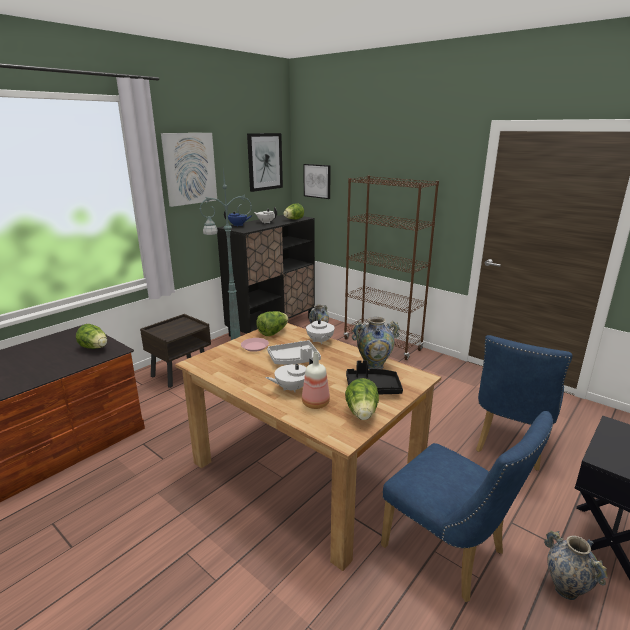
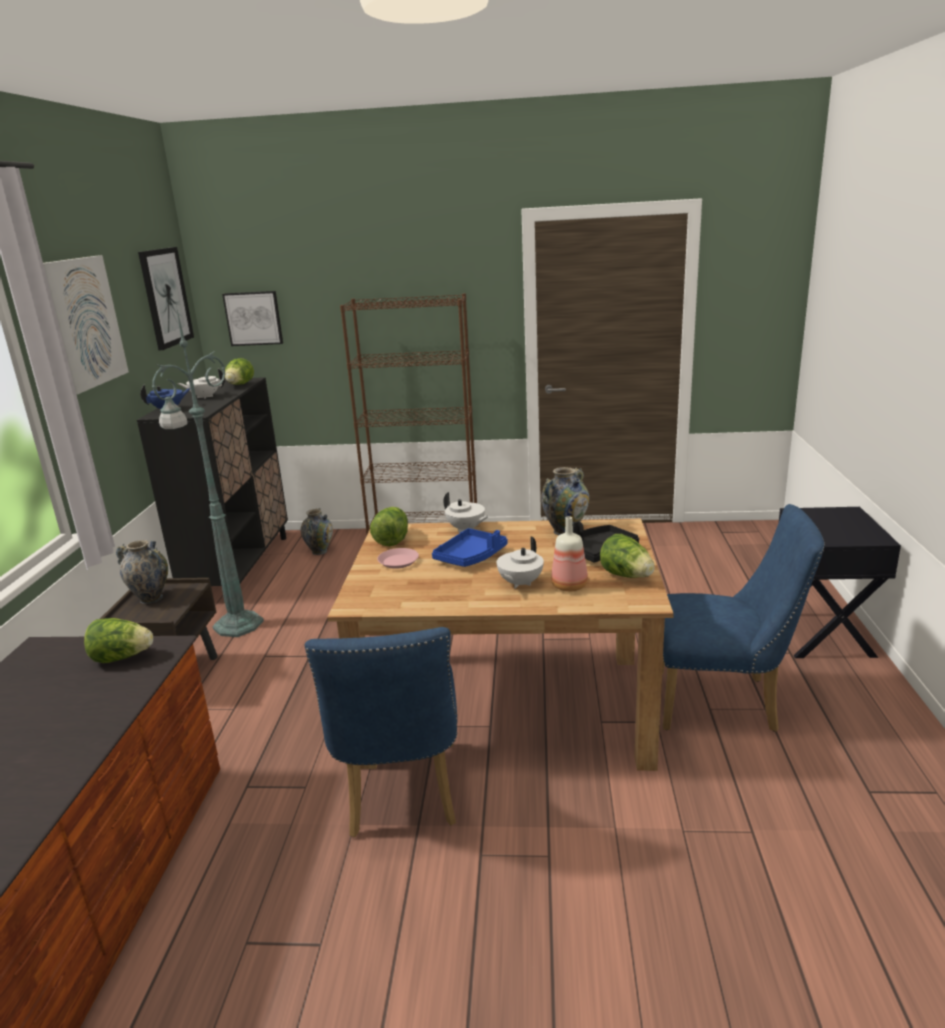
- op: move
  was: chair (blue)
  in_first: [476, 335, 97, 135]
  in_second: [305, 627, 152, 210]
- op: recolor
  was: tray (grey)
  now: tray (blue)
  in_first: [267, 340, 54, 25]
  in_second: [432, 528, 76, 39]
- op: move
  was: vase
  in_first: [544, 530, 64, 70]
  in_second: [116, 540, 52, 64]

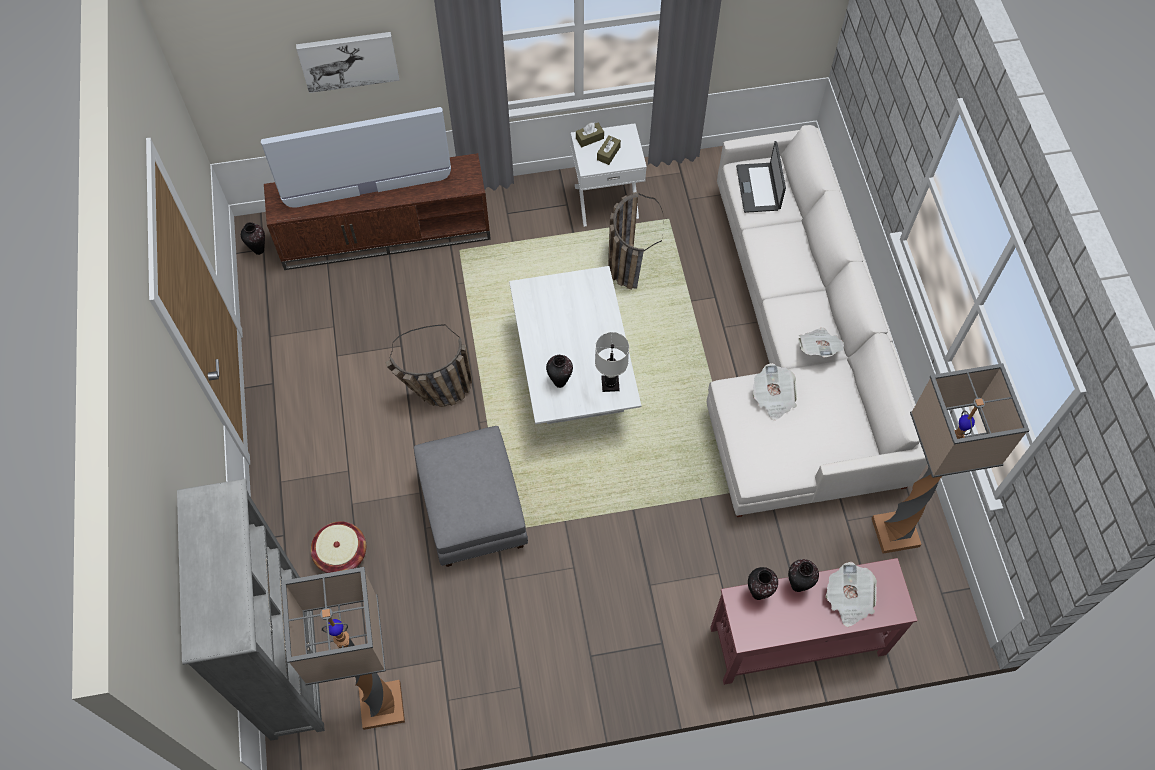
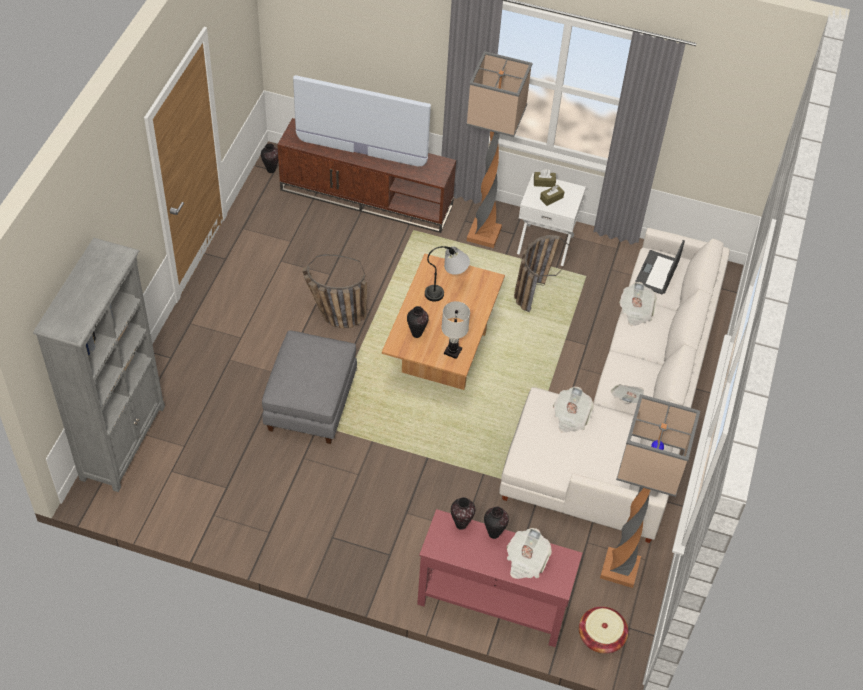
- op: delete
  was: picture
  in_first: [296, 32, 104, 61]
- op: recolor
  was: coffee table (white)
  now: coffee table (brown)
  in_first: [509, 266, 132, 158]
  in_second: [382, 254, 123, 136]
- op: move
  was: basket
  in_first: [311, 521, 55, 52]
  in_second: [579, 606, 49, 48]
- op: move
  was: floor lamp
  in_first: [281, 567, 124, 163]
  in_second: [466, 51, 66, 197]
- op: insert
  now: table lamp
  in_second: [425, 246, 45, 56]
- op: insert
  now: newspaper
  in_second: [619, 282, 38, 44]

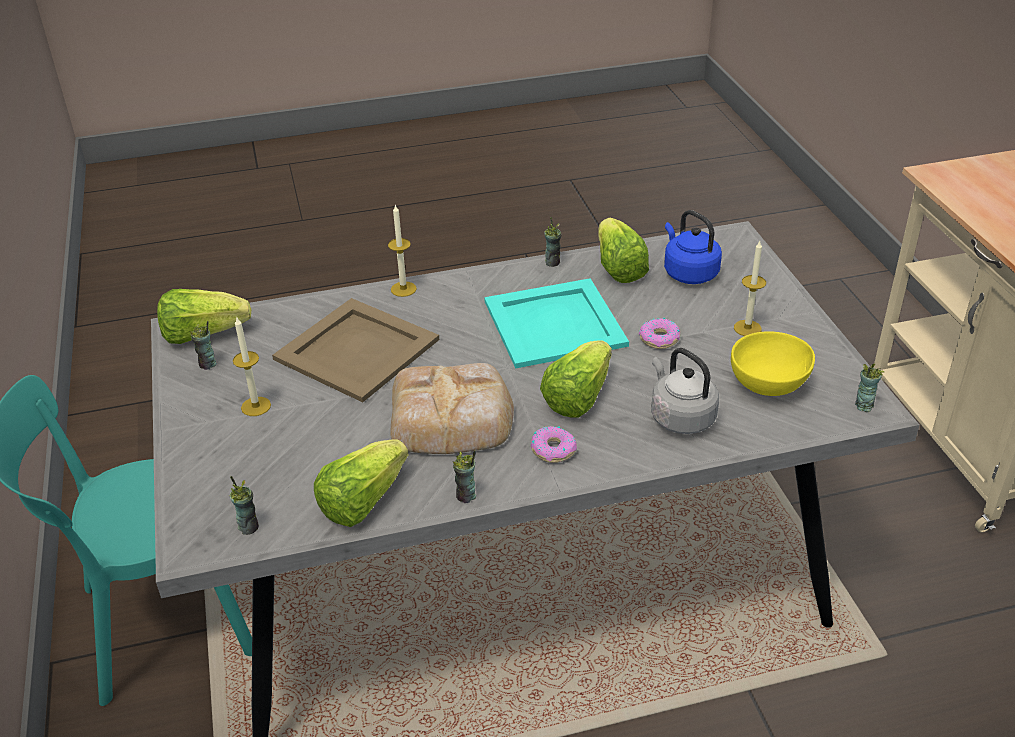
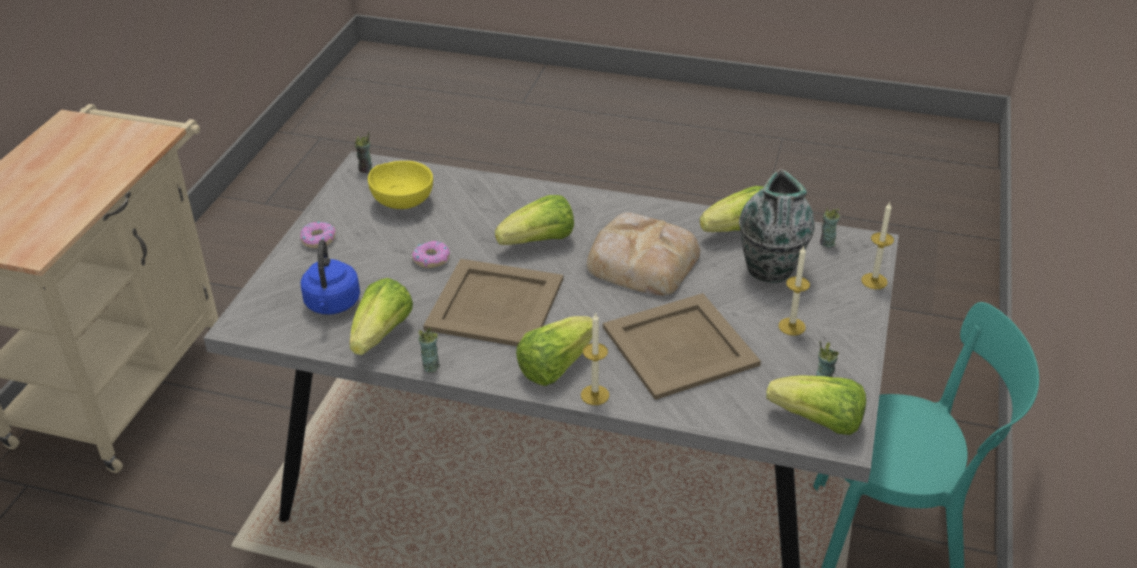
- op: move
  was: candle
  in_first: [734, 241, 32, 95]
  in_second: [861, 202, 33, 87]
- op: recolor
  was: tray (turquoise)
  now: tray (beige)
  in_first: [484, 278, 145, 91]
  in_second: [423, 259, 140, 87]
- op: delete
  was: kettle (grey)
  in_first: [651, 348, 68, 86]
- op: move
  was: donut
  in_first: [531, 426, 46, 37]
  in_second: [300, 221, 36, 27]
- op: delete
  was: cup
  in_first: [453, 450, 23, 53]
- op: insert
  now: vase
  in_second: [739, 169, 76, 114]
- op: insert
  now: lettuce
  in_second: [516, 316, 76, 70]

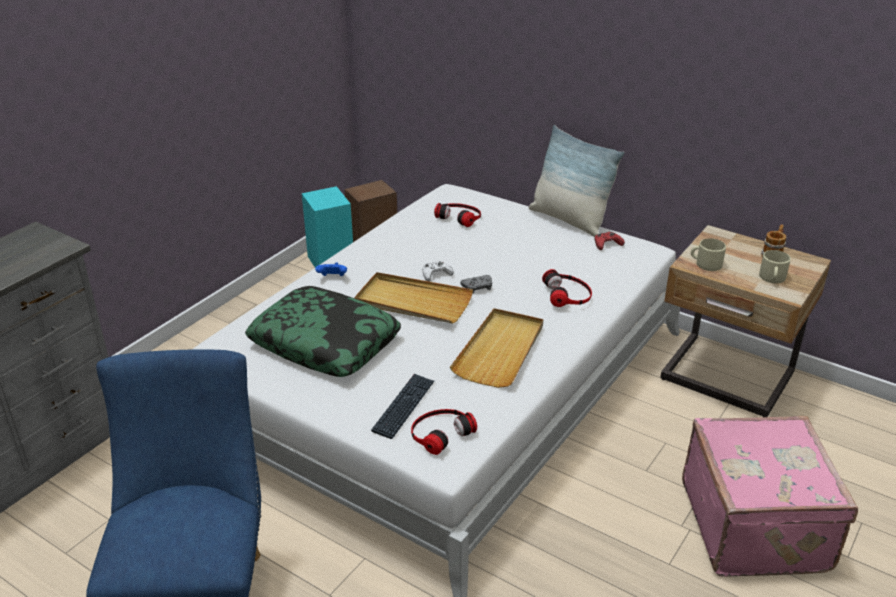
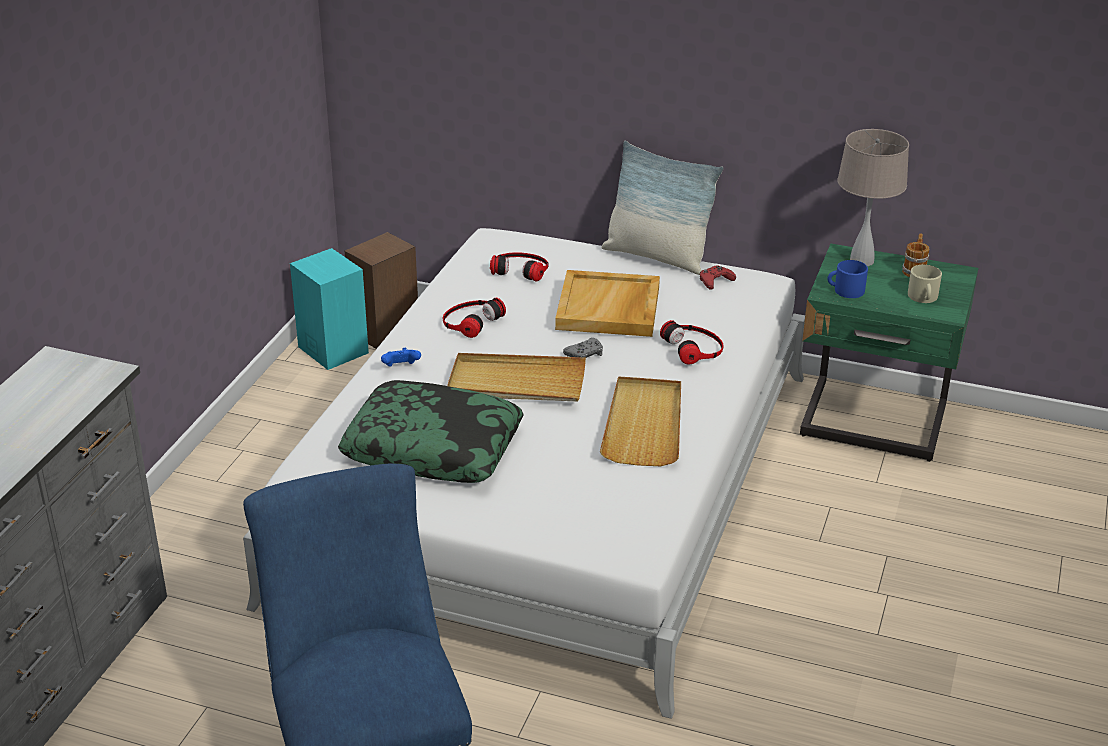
- op: recolor
  was: nightstand (beige)
  now: nightstand (green)
  in_first: [660, 225, 171, 192]
  in_second: [800, 243, 178, 219]
- op: recolor
  was: mug (beige)
  now: mug (blue)
  in_first: [691, 238, 35, 33]
  in_second: [827, 260, 41, 38]
- op: delete
  was: game controller (white)
  in_first: [422, 261, 32, 21]
- op: delete
  was: keyboard
  in_first: [371, 374, 63, 65]
- op: move
  was: headphones
  in_first: [411, 409, 66, 46]
  in_second: [443, 298, 63, 40]
- op: delete
  was: suitcase (pink)
  in_first: [682, 416, 176, 161]
- op: insert
  now: table lamp (beige)
  in_second: [837, 129, 72, 137]
- op: insert
  now: tray (beige)
  in_second: [555, 270, 105, 67]

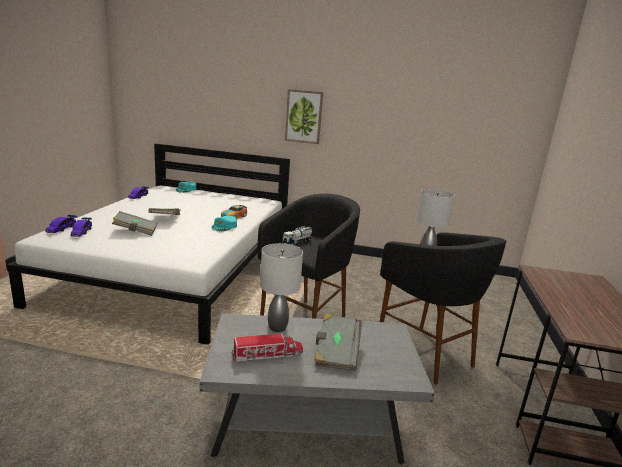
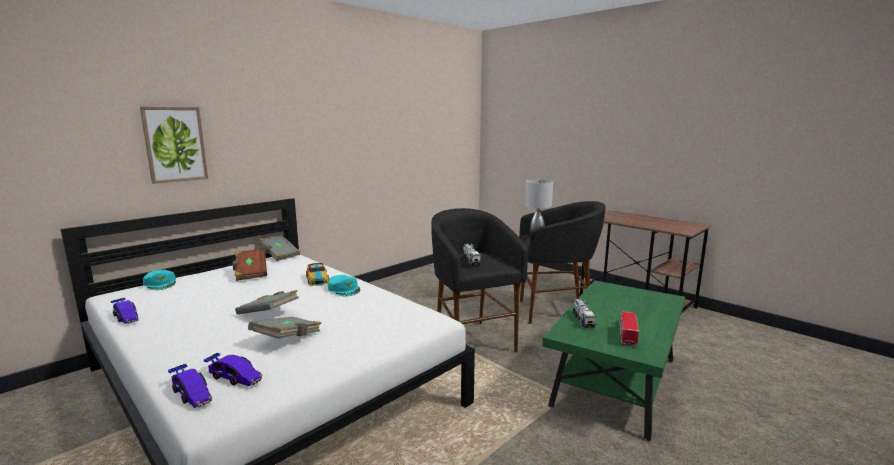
- op: move
  was: picture
  in_first: [285, 89, 38, 55]
  in_second: [140, 107, 68, 77]
- op: replace
  was: table lamp (grey)
  now: toy truck
  in_first: [260, 243, 43, 89]
  in_second: [573, 297, 23, 31]
- op: recolor
  was: coffee table (grey)
  now: coffee table (green)
  in_first: [200, 313, 235, 152]
  in_second: [542, 280, 143, 161]
- op: move
  was: book (grey)
  in_first: [314, 313, 48, 58]
  in_second: [259, 235, 41, 26]
- op: insert
  now: book (brown)
  in_second: [232, 249, 35, 32]

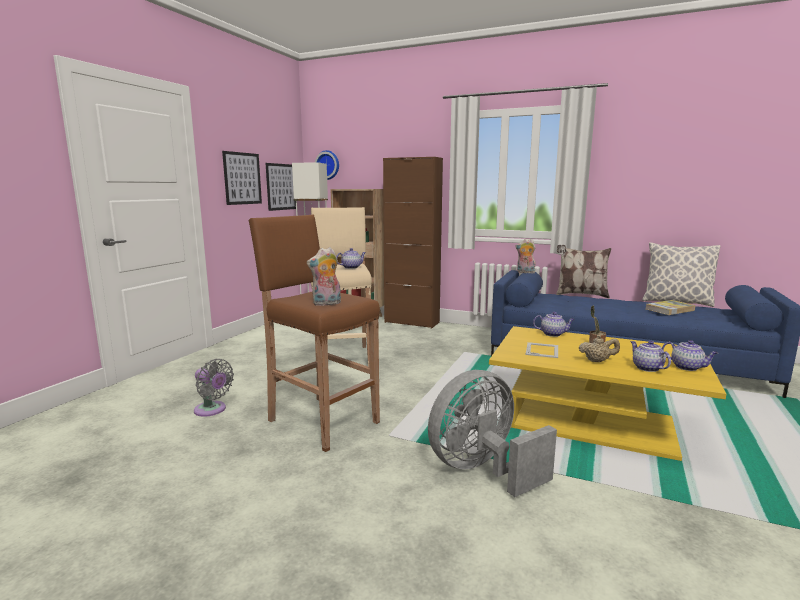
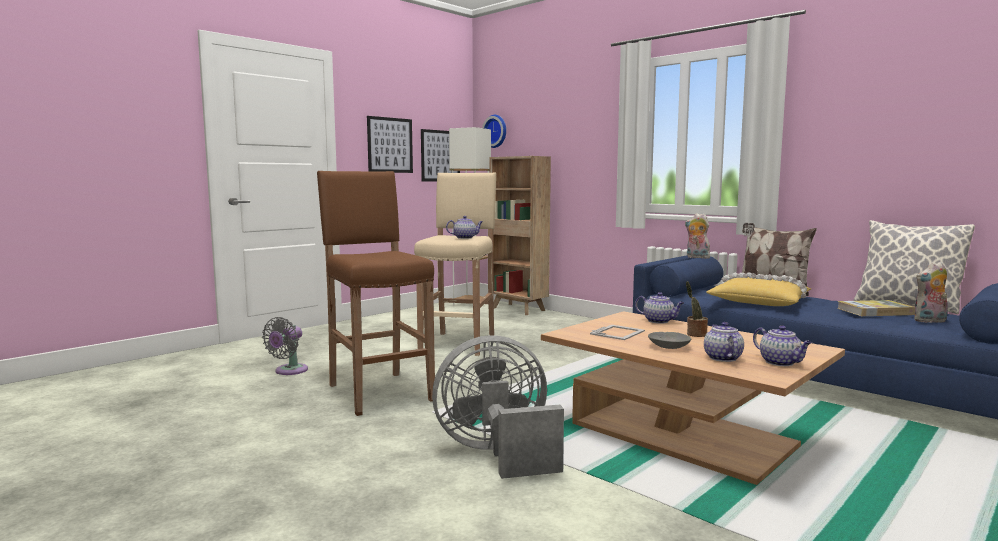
- op: delete
  was: cabinet (brown)
  in_first: [383, 157, 60, 171]
- op: move
  was: plush toy
  in_first: [307, 247, 34, 59]
  in_second: [914, 262, 34, 61]
- op: recolor
  was: coffee table (yellow)
  now: coffee table (brown)
  in_first: [489, 326, 237, 135]
  in_second: [541, 311, 304, 174]
- op: replace
  was: teapot (beige)
  now: bowl (grey)
  in_first: [579, 335, 41, 27]
  in_second: [648, 332, 43, 17]
- op: rotate
  was: fan (grey)
  in_first: [194, 359, 40, 58]
  in_second: [262, 317, 46, 58]
  clockwise: 60
- op: insert
  now: pillow (yellow)
  in_second: [706, 273, 105, 33]

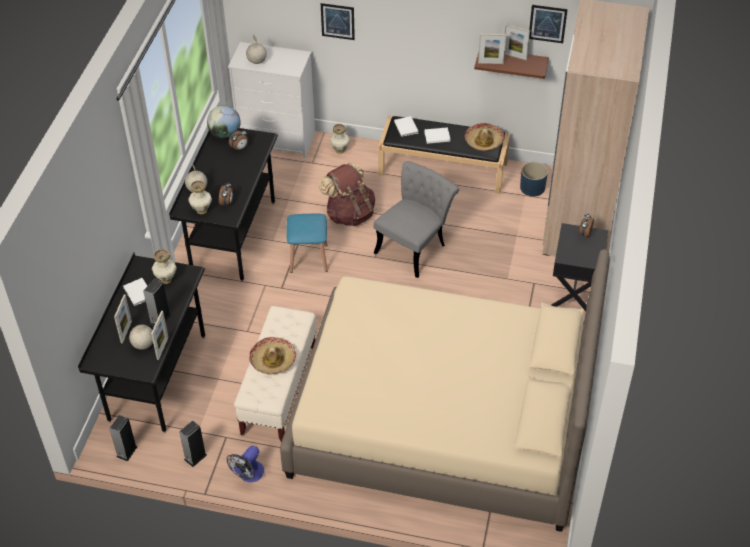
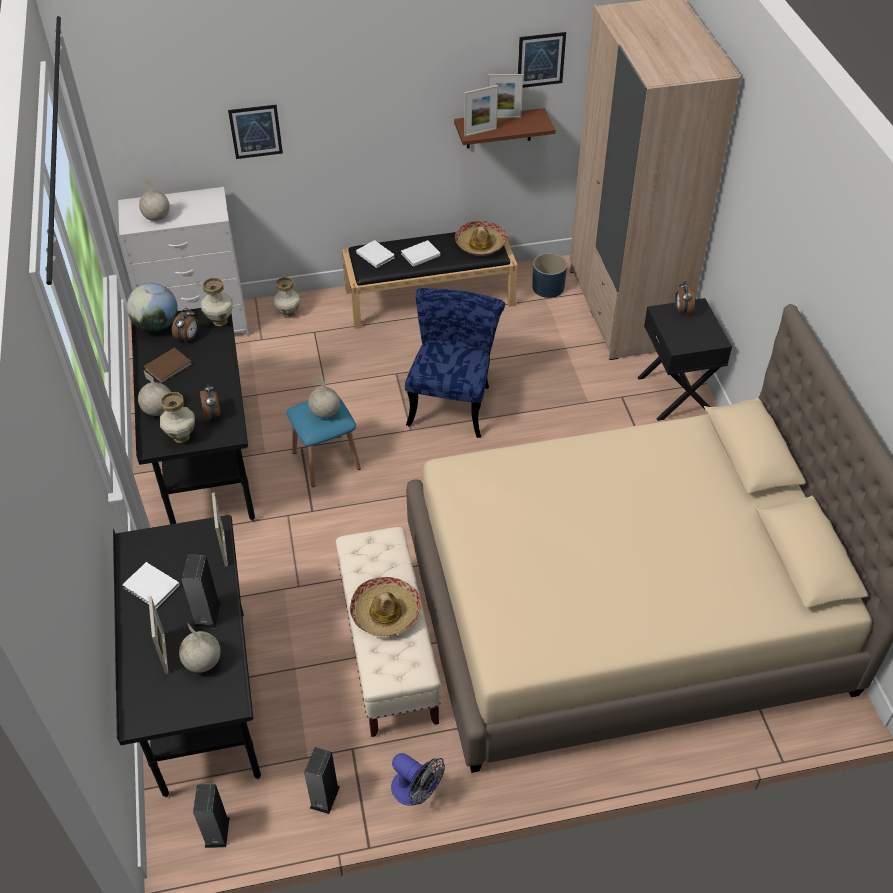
- op: recolor
  was: chair (grey)
  now: chair (blue)
  in_first: [373, 161, 86, 117]
  in_second: [405, 288, 100, 150]
- op: delete
  was: backpack (brown)
  in_first: [319, 163, 56, 63]
- op: move
  was: vase
  in_first: [152, 249, 25, 35]
  in_second: [201, 277, 32, 49]
- op: move
  was: picture frame
  in_first: [151, 311, 18, 49]
  in_second: [212, 493, 16, 74]
- op: rotate
  was: fan
  in_first: [227, 446, 37, 36]
  in_second: [391, 753, 54, 53]
  clockwise: -60
- op: insert
  now: book (brown)
  in_second: [144, 348, 48, 35]
- op: insert
  now: globe
  in_second: [308, 375, 32, 43]

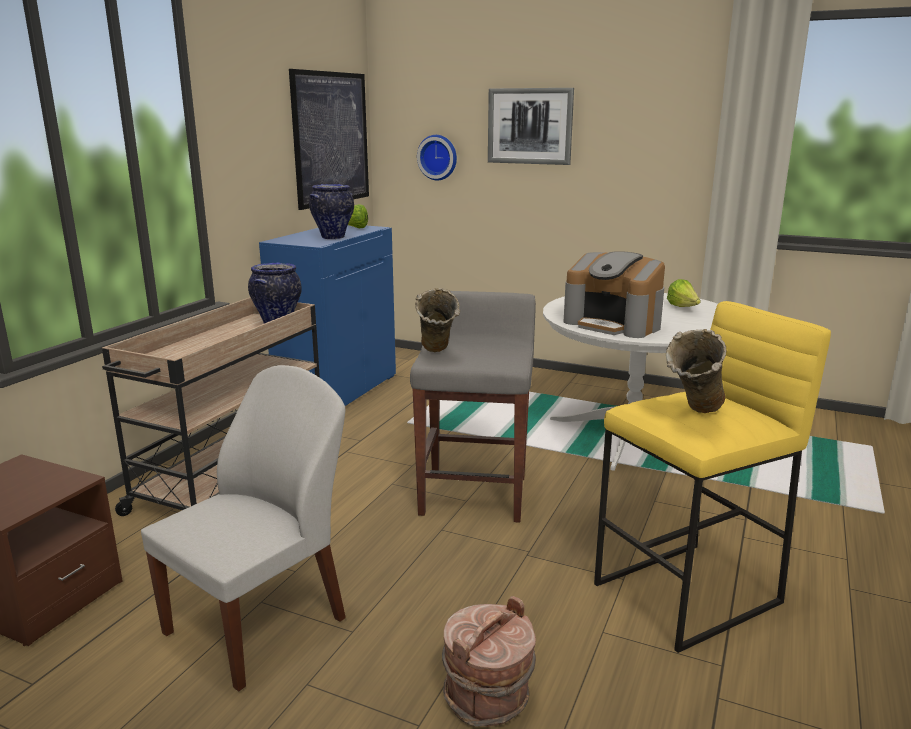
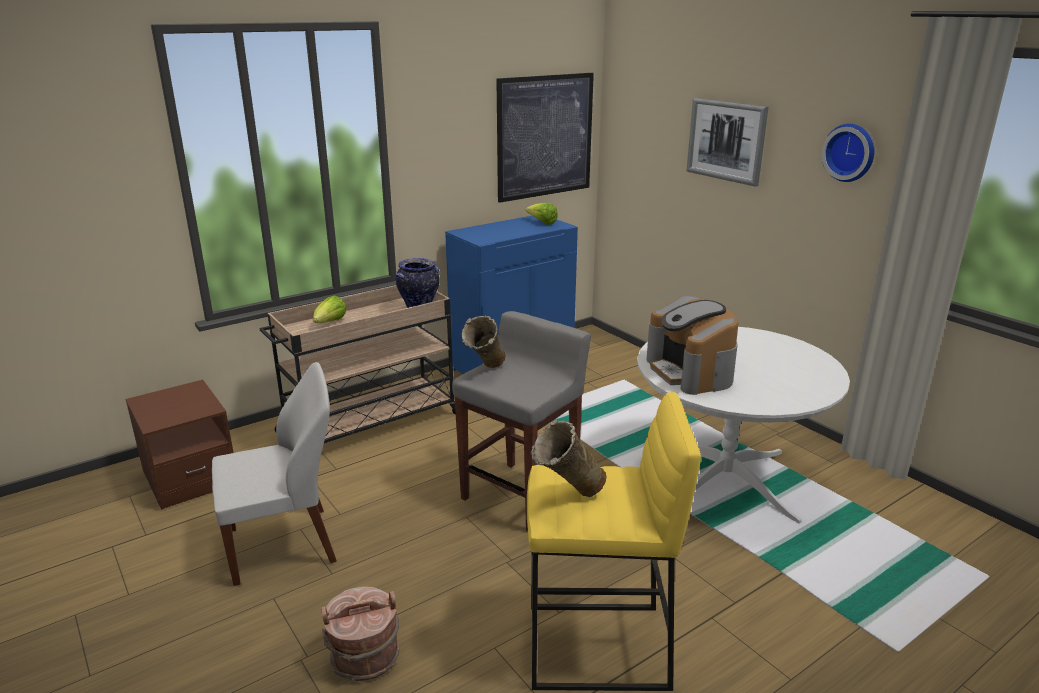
- op: move
  was: wall clock
  in_first: [417, 135, 40, 45]
  in_second: [821, 124, 54, 58]
- op: delete
  was: vase
  in_first: [309, 184, 45, 55]
- op: move
  was: lettuce
  in_first: [667, 279, 34, 28]
  in_second: [313, 295, 34, 28]

